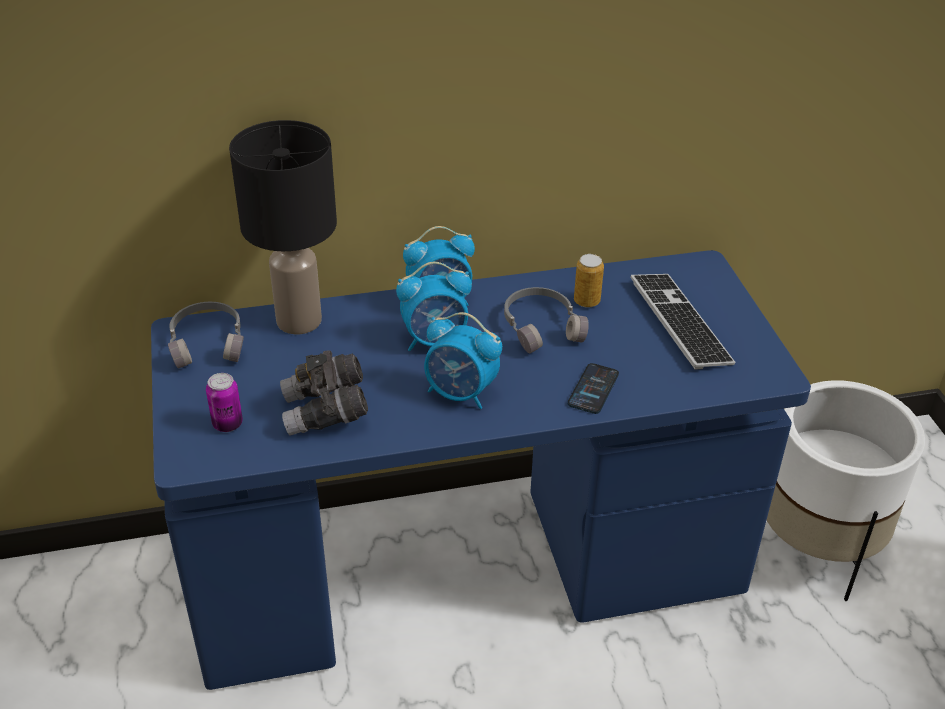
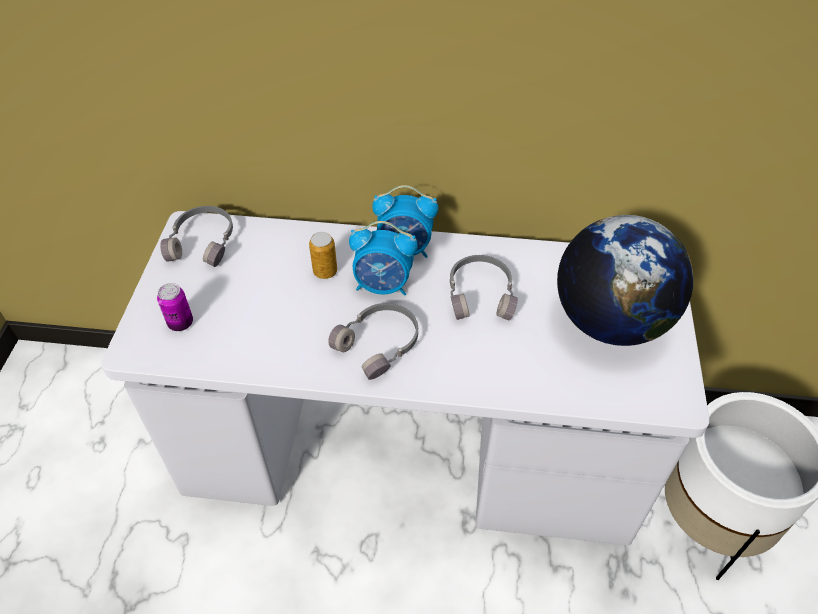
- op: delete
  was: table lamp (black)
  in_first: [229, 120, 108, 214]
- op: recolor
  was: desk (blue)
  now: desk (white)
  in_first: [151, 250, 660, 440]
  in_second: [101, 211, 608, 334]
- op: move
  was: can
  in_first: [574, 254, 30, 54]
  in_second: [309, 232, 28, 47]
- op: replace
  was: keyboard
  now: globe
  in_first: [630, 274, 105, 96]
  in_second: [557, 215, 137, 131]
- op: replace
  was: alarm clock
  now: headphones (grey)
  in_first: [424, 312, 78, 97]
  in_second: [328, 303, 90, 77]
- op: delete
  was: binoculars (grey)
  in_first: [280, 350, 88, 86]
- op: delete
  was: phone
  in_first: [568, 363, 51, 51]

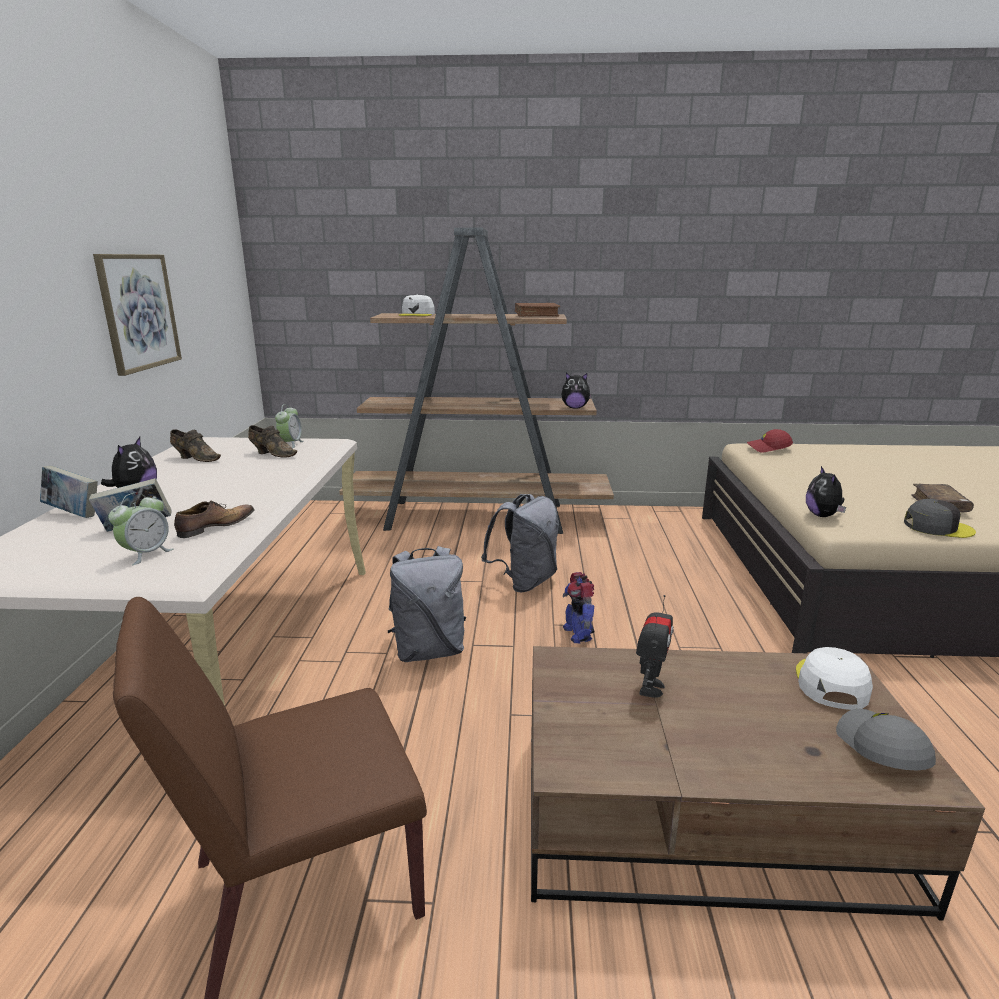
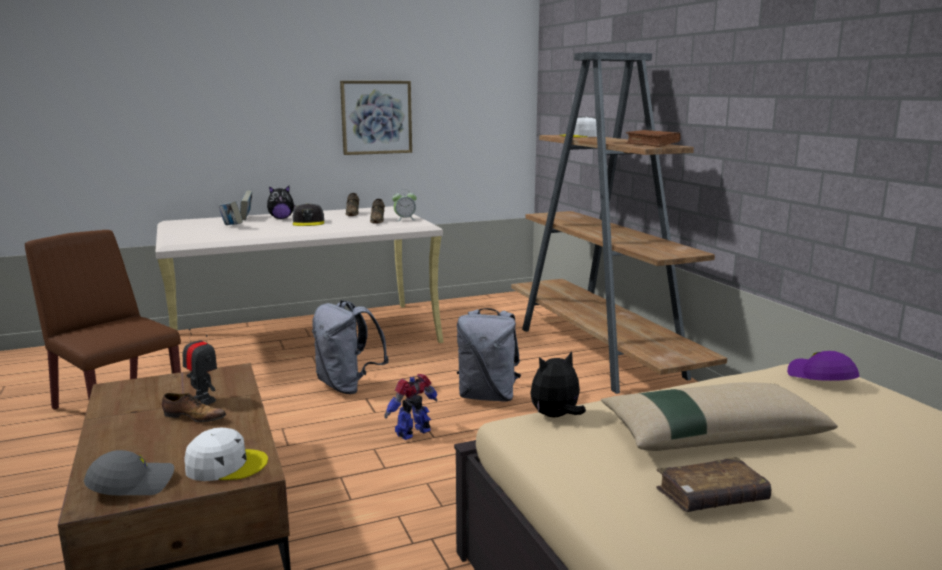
- op: delete
  was: plush toy
  in_first: [561, 373, 31, 36]
- op: recolor
  was: cap (red)
  now: cap (purple)
  in_first: [747, 429, 46, 24]
  in_second: [787, 351, 72, 30]
- op: delete
  was: alarm clock
  in_first: [108, 492, 66, 73]
- op: move
  was: cap (grey)
  in_first: [904, 499, 72, 39]
  in_second: [293, 203, 31, 23]
- op: move
  was: shoe
  in_first: [174, 501, 80, 37]
  in_second: [162, 393, 65, 29]
- op: rotate
  was: toy robot
  in_first: [636, 595, 37, 103]
  in_second: [183, 328, 34, 77]
  clockwise: -135
- op: insert
  now: pillow (beige)
  in_second: [601, 382, 237, 69]

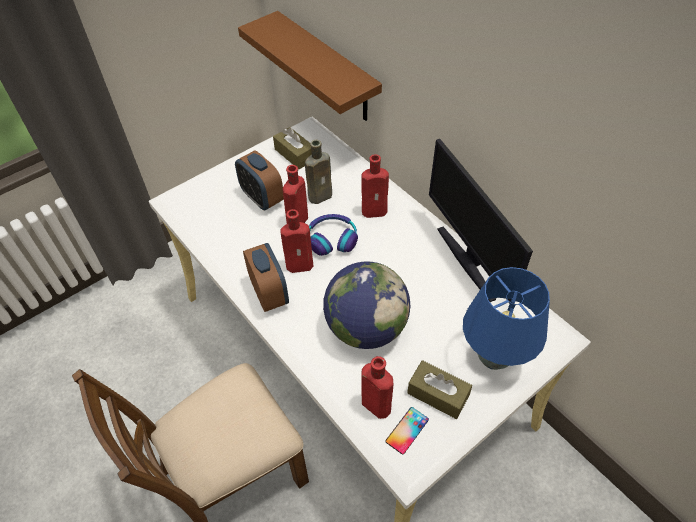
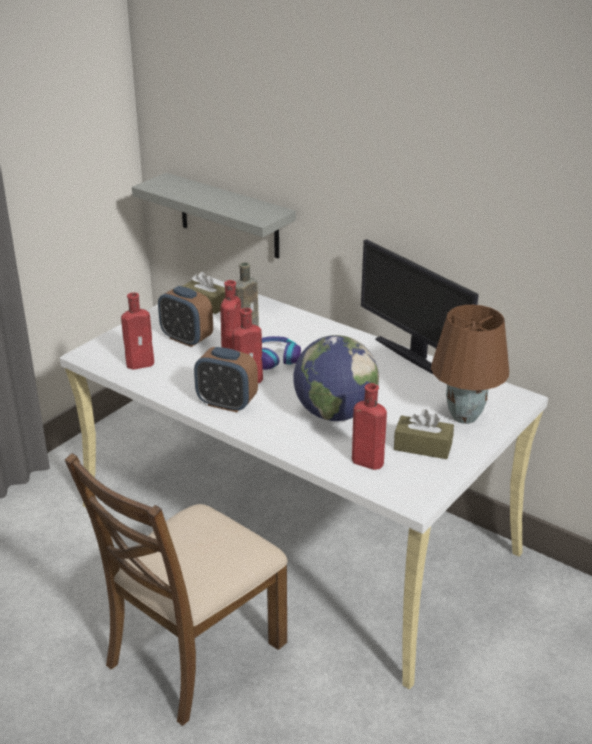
- op: recolor
  was: shelf (brown)
  now: shelf (grey)
  in_first: [238, 11, 144, 110]
  in_second: [132, 173, 164, 85]
- op: move
  was: bottle (red)
  in_first: [361, 154, 28, 64]
  in_second: [121, 292, 33, 78]
- op: rotate
  was: alarm clock
  in_first: [243, 243, 46, 69]
  in_second: [194, 347, 64, 65]
  clockwise: 150
- op: recolor
  was: table lamp (blue)
  now: table lamp (brown)
  in_first: [463, 267, 87, 103]
  in_second: [431, 305, 78, 119]
- op: delete
  was: phone
  in_first: [385, 407, 44, 47]

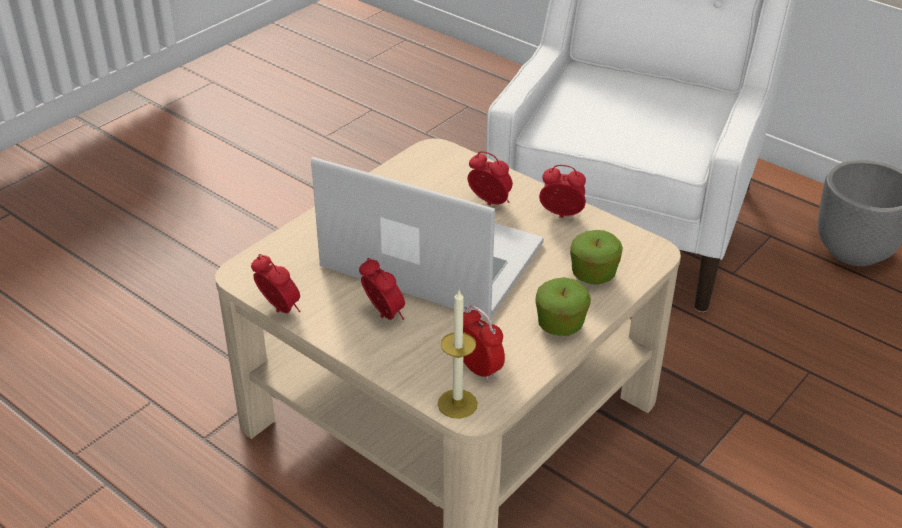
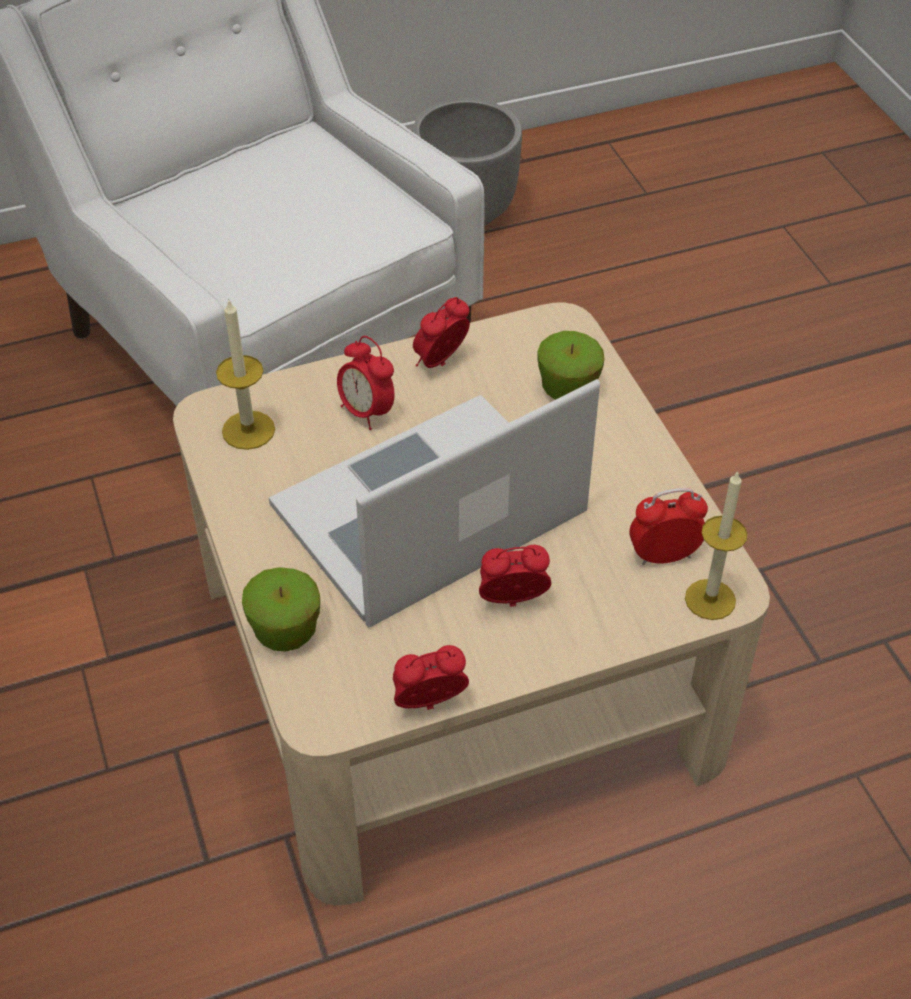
- op: rotate
  was: alarm clock
  in_first: [468, 151, 45, 54]
  in_second: [337, 336, 57, 94]
  clockwise: -105
- op: move
  was: apple
  in_first: [535, 277, 56, 59]
  in_second: [242, 567, 78, 85]
- op: insert
  now: candle
  in_second: [216, 298, 59, 152]

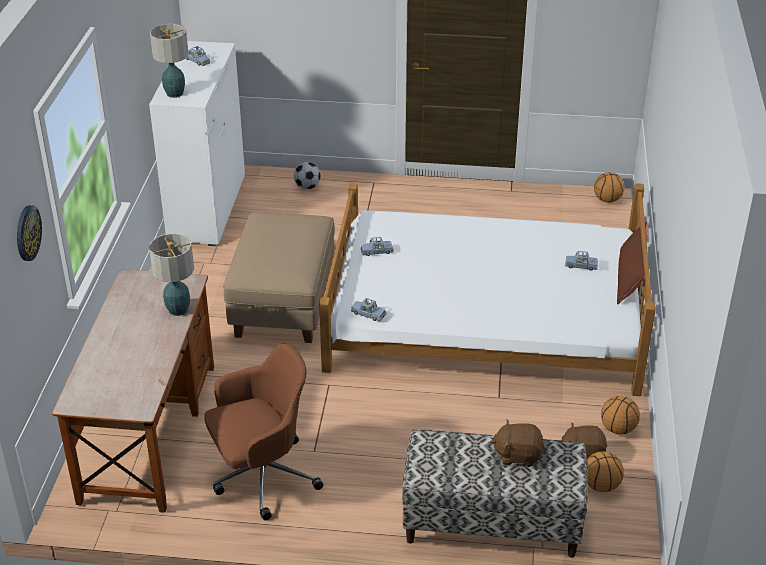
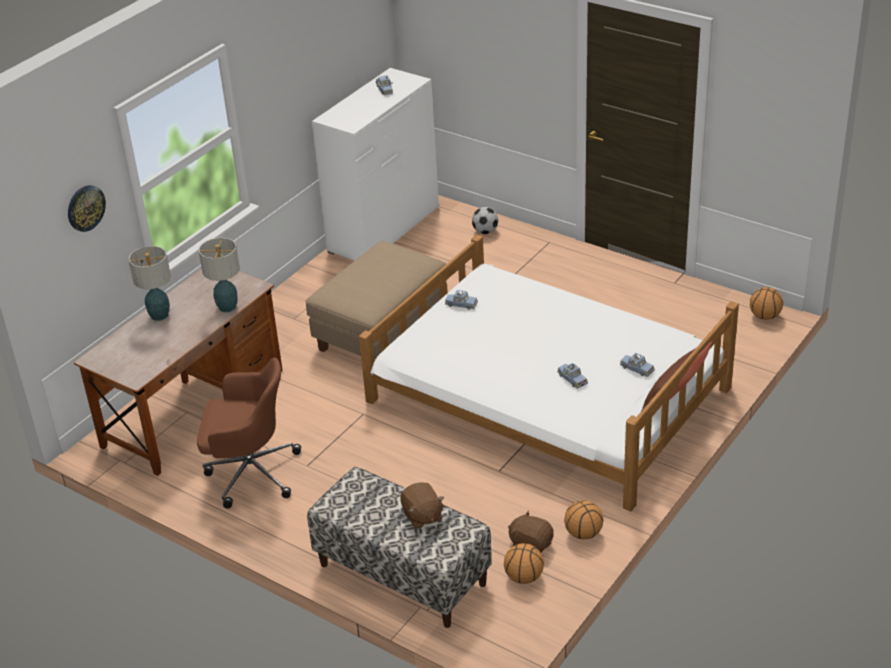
- op: move
  was: table lamp
  in_first: [150, 24, 39, 74]
  in_second: [128, 246, 43, 75]
- op: move
  was: toy car (blue)
  in_first: [351, 298, 36, 23]
  in_second: [558, 363, 30, 26]
- op: rotate
  was: plush toy (brown)
  in_first: [491, 419, 53, 48]
  in_second: [400, 482, 44, 47]
  clockwise: -150

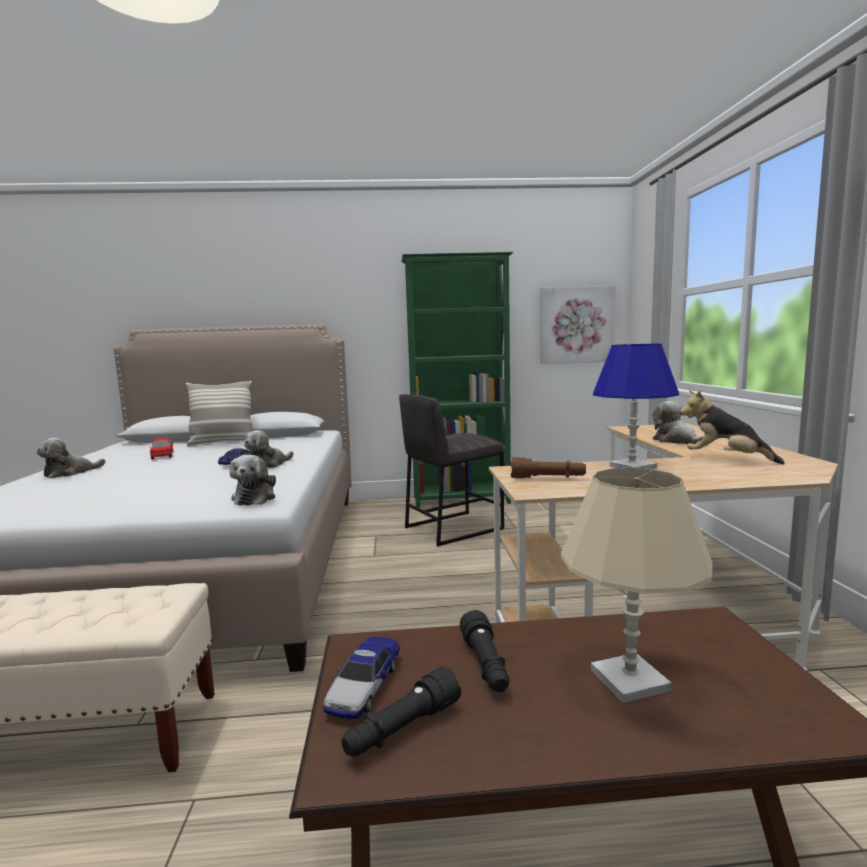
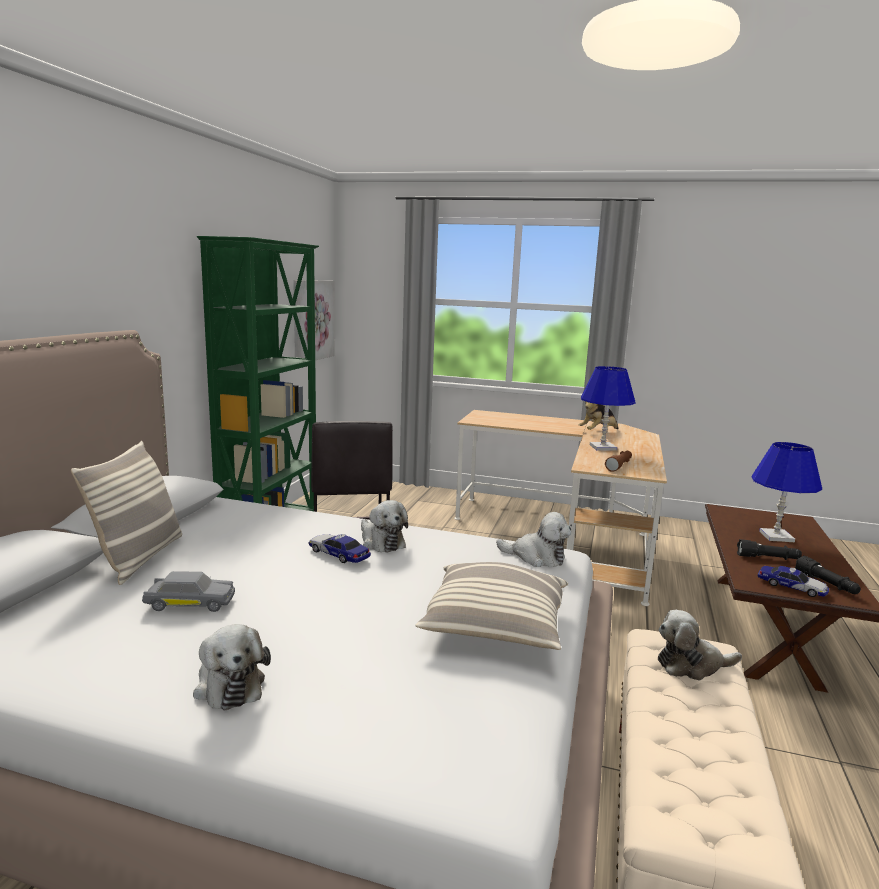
- op: move
  was: plush toy
  in_first: [652, 401, 52, 43]
  in_second: [658, 610, 84, 70]
- op: recolor
  was: toy car (red)
  now: toy car (grey)
  in_first: [149, 437, 24, 22]
  in_second: [142, 571, 93, 41]
- op: recolor
  was: table lamp (beige)
  now: table lamp (blue)
  in_first: [560, 468, 153, 235]
  in_second: [752, 442, 70, 100]
- op: insert
  now: pillow
  in_second: [415, 562, 153, 88]

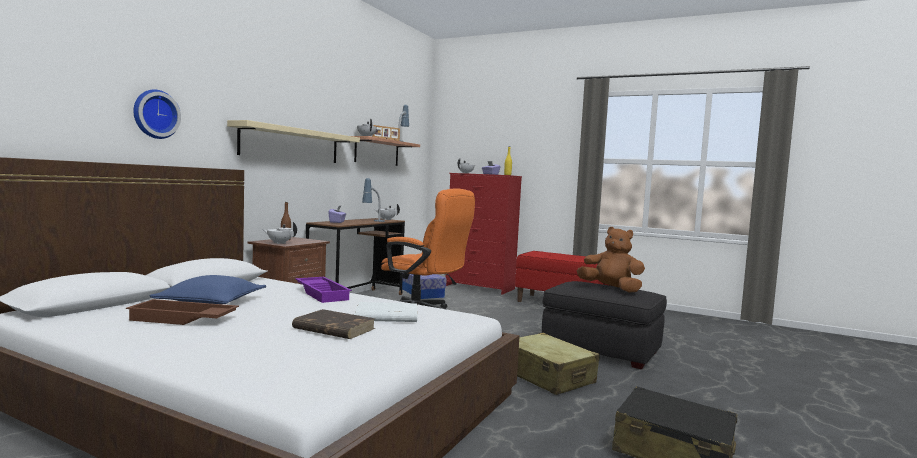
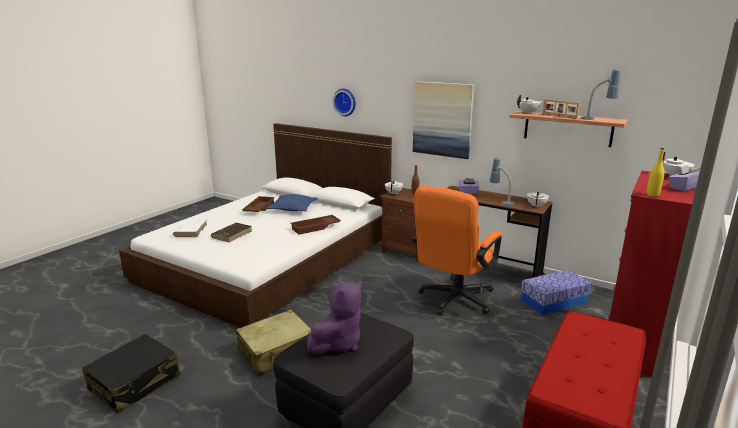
- op: replace
  was: shelf (beige)
  now: picture
  in_first: [227, 120, 133, 43]
  in_second: [413, 81, 61, 78]
- op: recolor
  was: plush toy (brown)
  now: plush toy (purple)
  in_first: [577, 227, 68, 66]
  in_second: [307, 281, 55, 73]
- op: recolor
  was: tray (purple)
  now: tray (brown)
  in_first: [296, 277, 56, 26]
  in_second: [291, 215, 50, 20]
- op: move
  was: book (white)
  in_first: [355, 302, 62, 20]
  in_second: [173, 220, 34, 17]

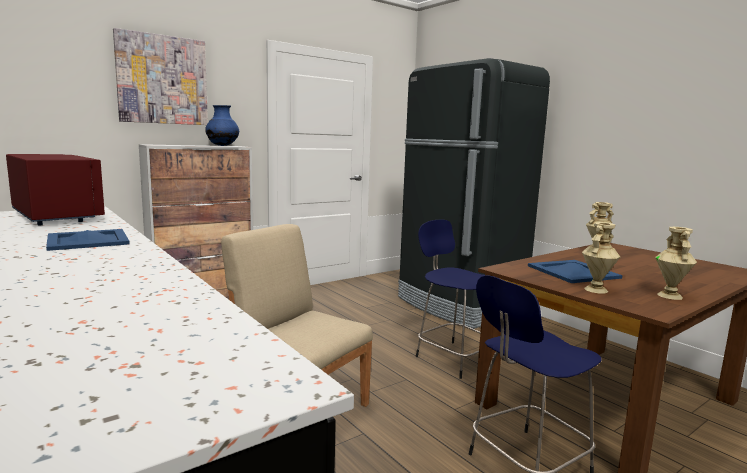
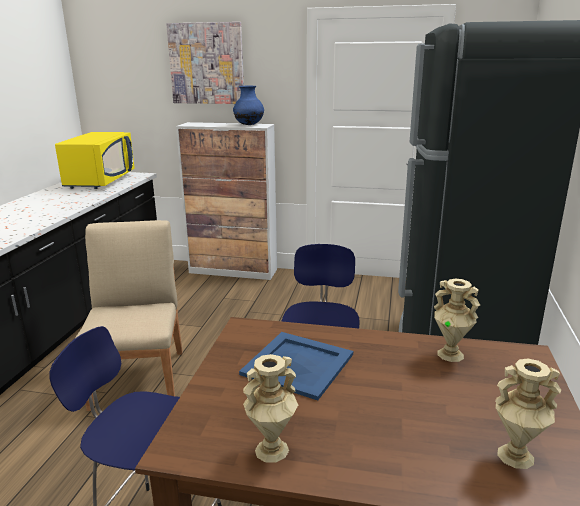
- op: recolor
  was: microwave (red)
  now: microwave (yellow)
  in_first: [6, 154, 99, 72]
  in_second: [55, 132, 80, 57]
- op: move
  was: vase (beige)
  in_first: [582, 222, 38, 71]
  in_second: [495, 358, 66, 111]
- op: delete
  was: tray (blue)
  in_first: [46, 229, 84, 22]

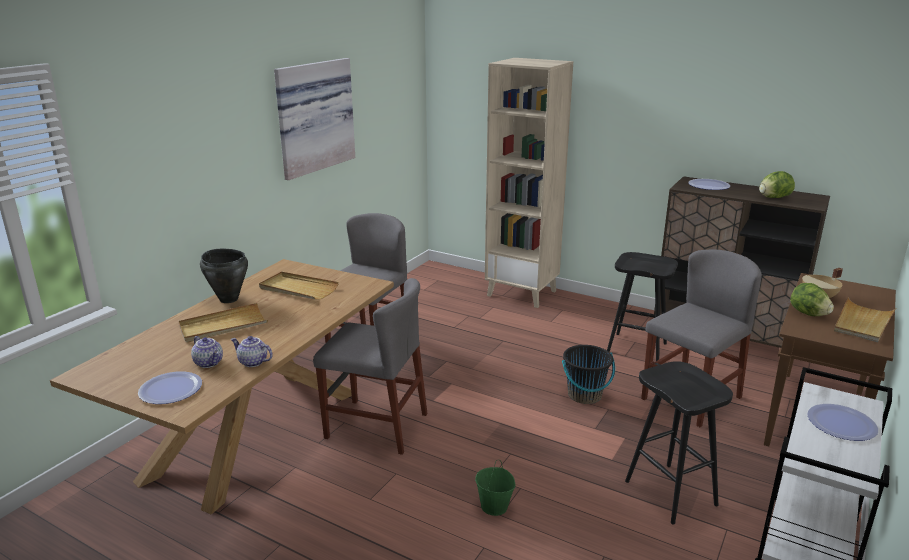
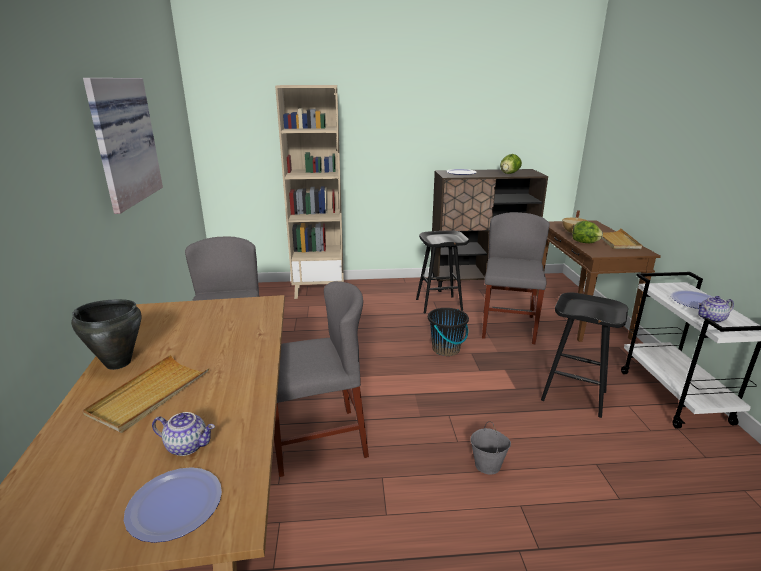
- op: delete
  was: tray (beige)
  in_first: [259, 271, 80, 29]
- op: move
  was: teapot
  in_first: [231, 336, 42, 31]
  in_second: [698, 296, 36, 27]
- op: recolor
  was: bucket (green)
  now: bucket (grey)
  in_first: [475, 459, 41, 57]
  in_second: [470, 421, 41, 53]

